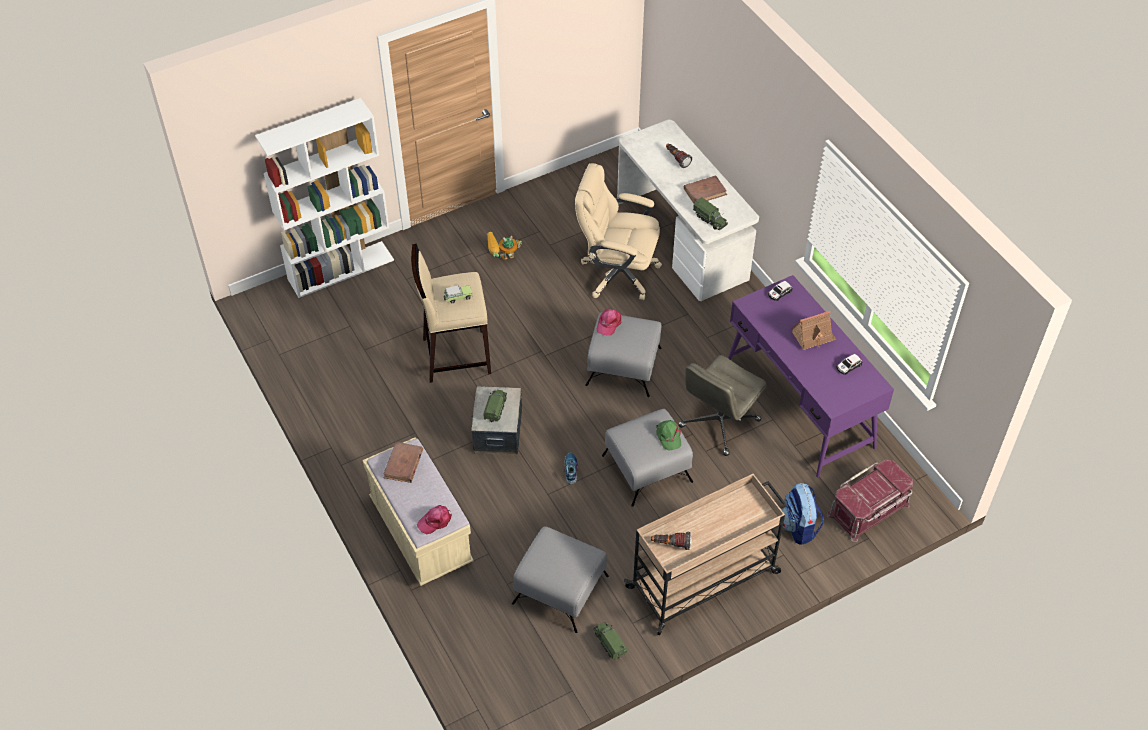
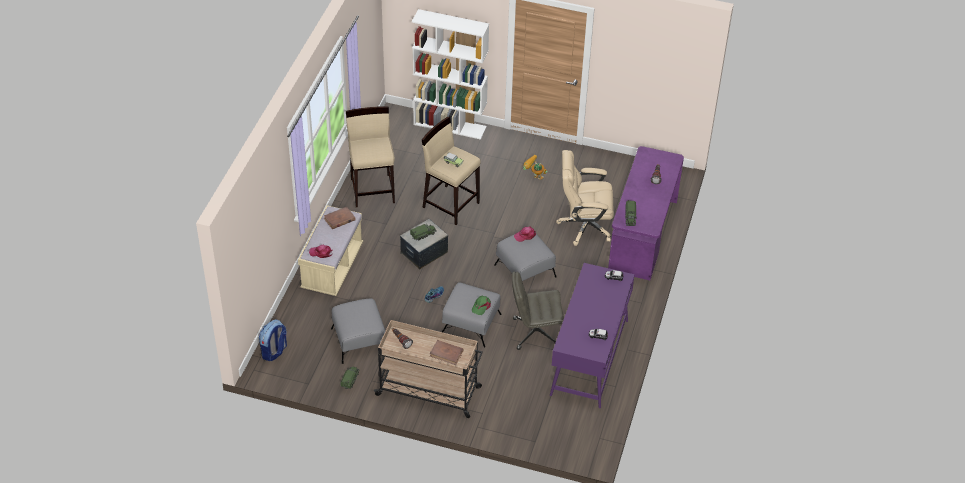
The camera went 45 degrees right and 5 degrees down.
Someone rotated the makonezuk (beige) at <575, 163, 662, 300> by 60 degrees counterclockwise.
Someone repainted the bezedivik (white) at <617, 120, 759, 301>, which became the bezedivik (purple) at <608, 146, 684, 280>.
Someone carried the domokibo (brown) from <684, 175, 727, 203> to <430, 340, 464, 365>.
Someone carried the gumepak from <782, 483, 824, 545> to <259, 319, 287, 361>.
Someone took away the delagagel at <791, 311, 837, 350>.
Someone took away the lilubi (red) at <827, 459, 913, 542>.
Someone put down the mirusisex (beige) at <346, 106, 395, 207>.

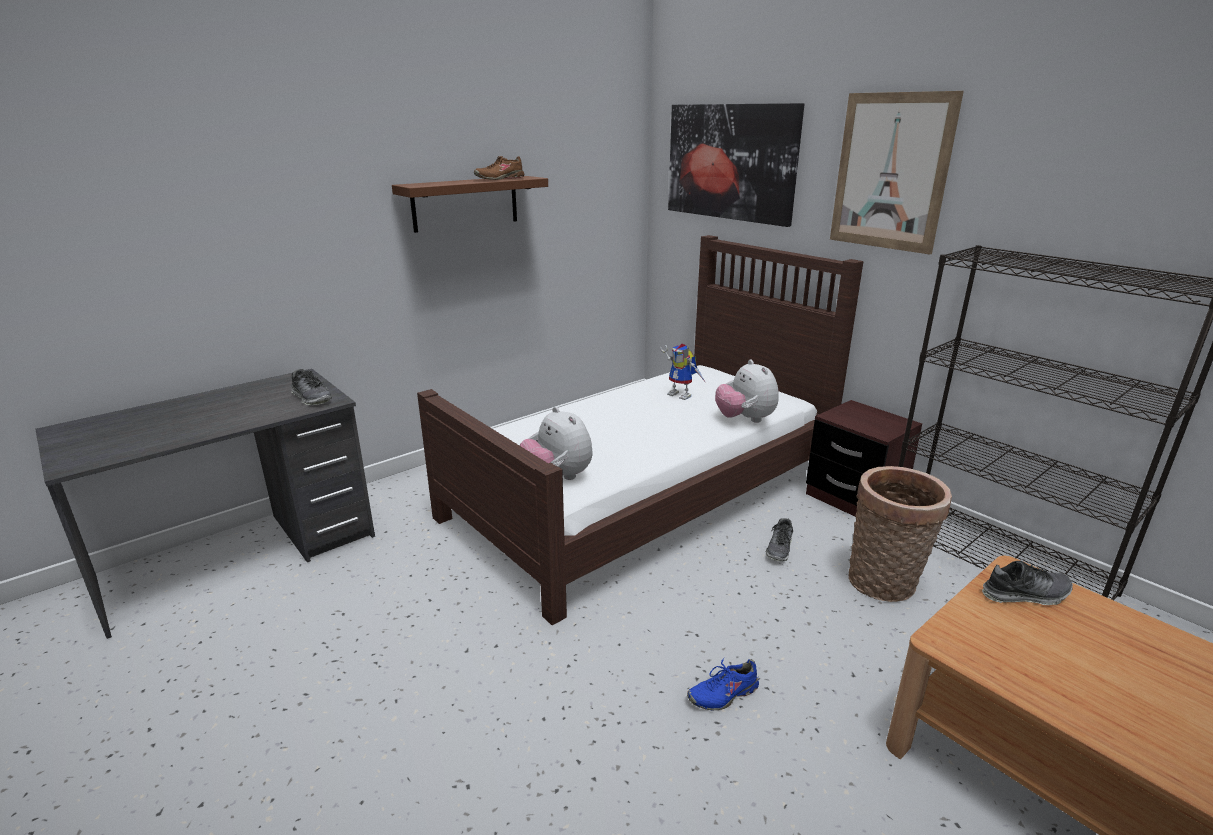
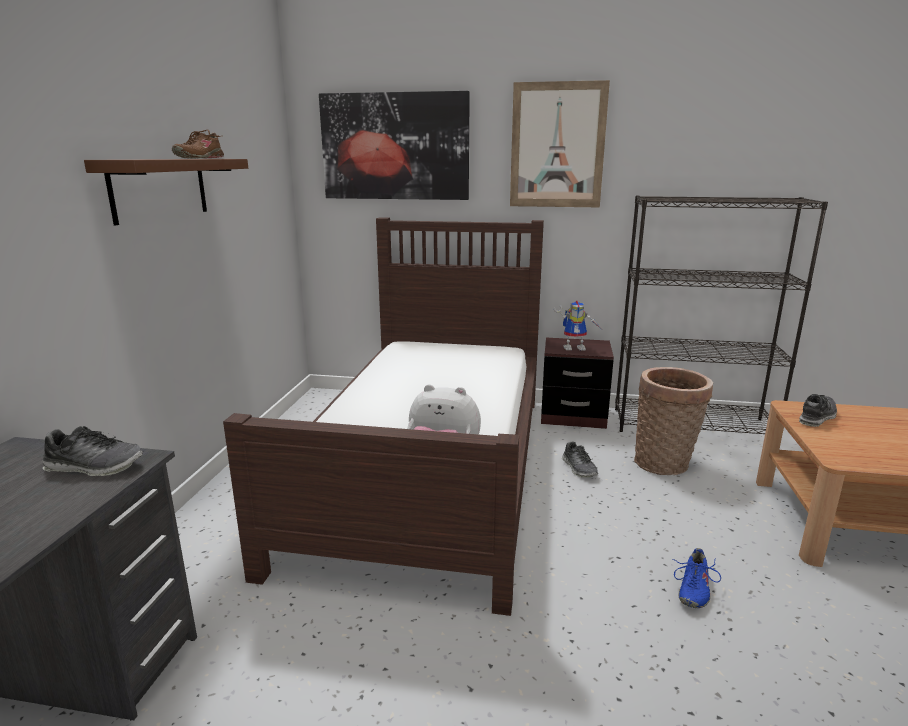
The camera went 40 degrees left and 5 degrees down.
Someone carried the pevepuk from <660, 344, 705, 400> to <554, 301, 601, 350>.
Someone took away the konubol at <715, 359, 779, 423>.

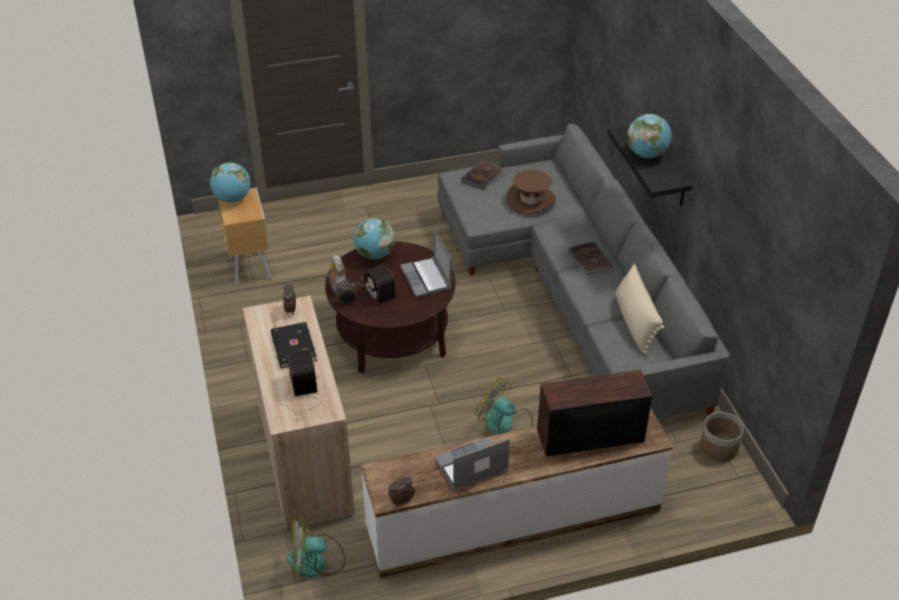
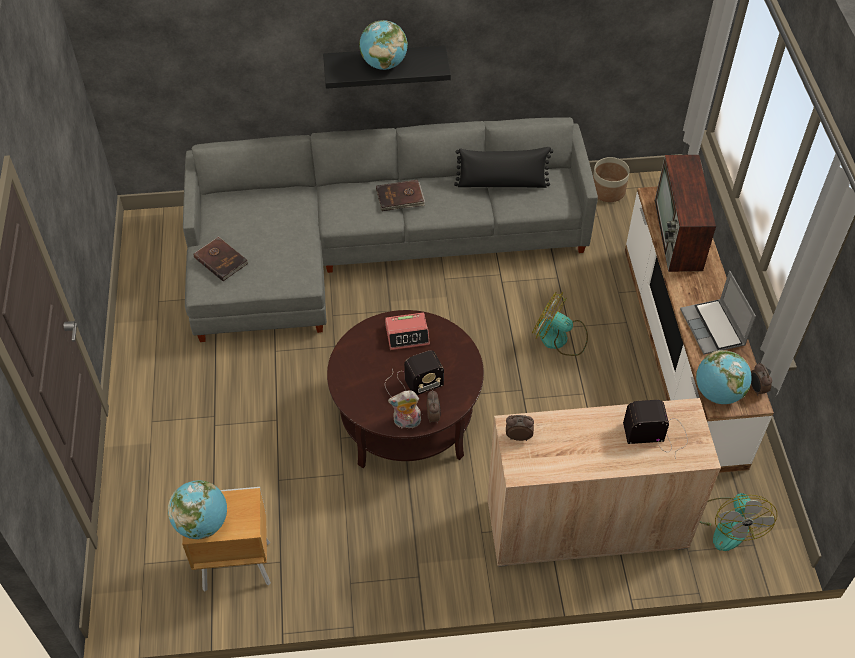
The camera went 80 degrees left and 10 degrees up.
Someone took away the domokibo (black) at <271, 322, 317, 368>.
Someone carried the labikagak from <353, 218, 395, 259> to <696, 350, 752, 404>.
Someone swapped the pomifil at <400, 229, 452, 297> for the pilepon at <385, 313, 430, 350>.
Someone rotated the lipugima at <475, 377, 533, 434> by 75 degrees clockwise.
Someone took away the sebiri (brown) at <507, 169, 556, 214>.
Someone repainted the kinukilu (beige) at <615, 265, 664, 354>, which became the kinukilu (black) at <454, 147, 553, 188>.

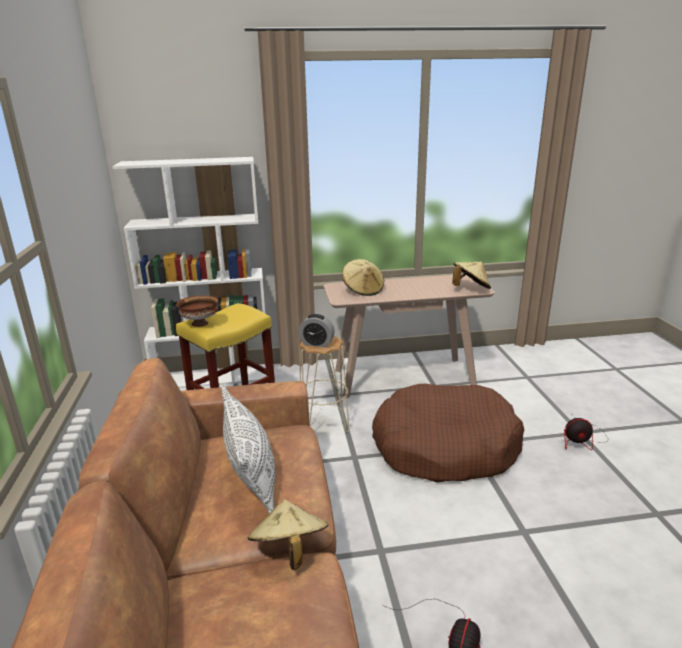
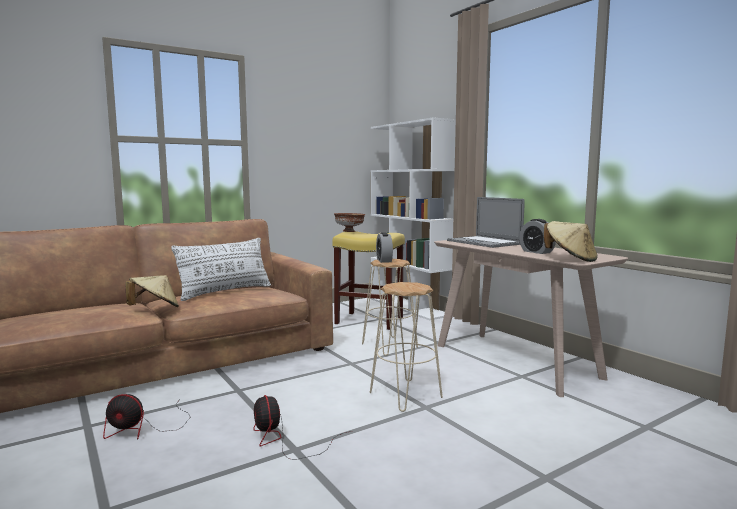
The camera went 65 degrees right and 15 degrees down.
Someone swapped the sebiri (beige) at <342, 259, 384, 296> for the pomifil at <447, 197, 525, 248>.
Someone swapped the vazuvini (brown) at <372, 384, 524, 482> for the mirusisex (beige) at <370, 282, 443, 412>.
Someone carried the lipugima from <564, 415, 608, 450> to <253, 395, 352, 459>.
Someone put down the pilepon at <520, 219, 556, 254>.

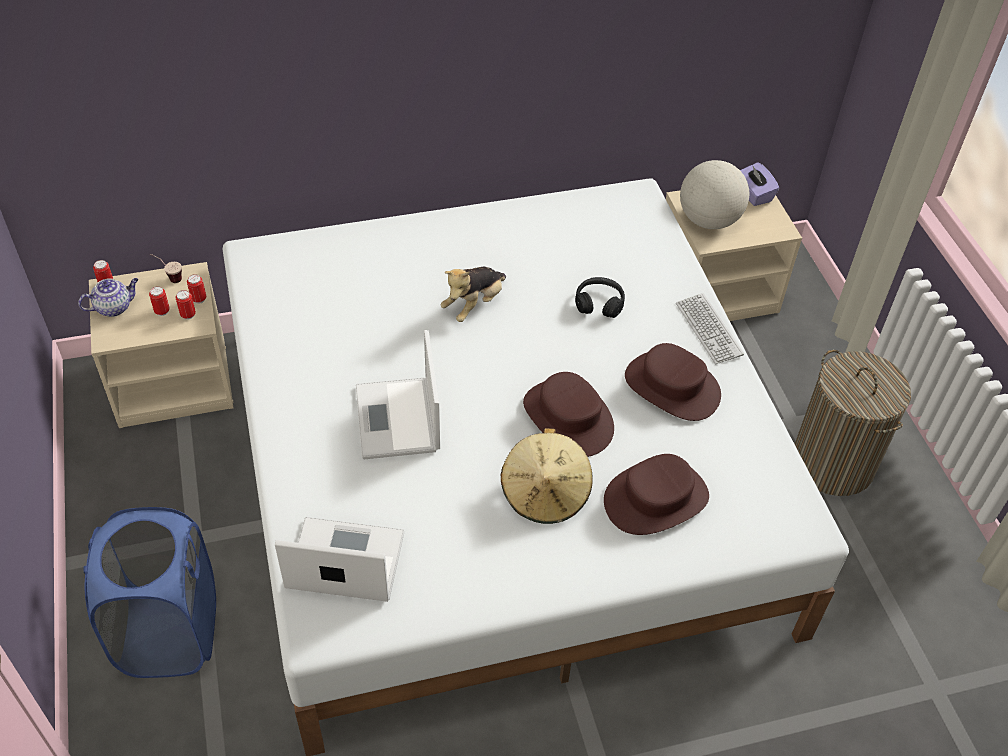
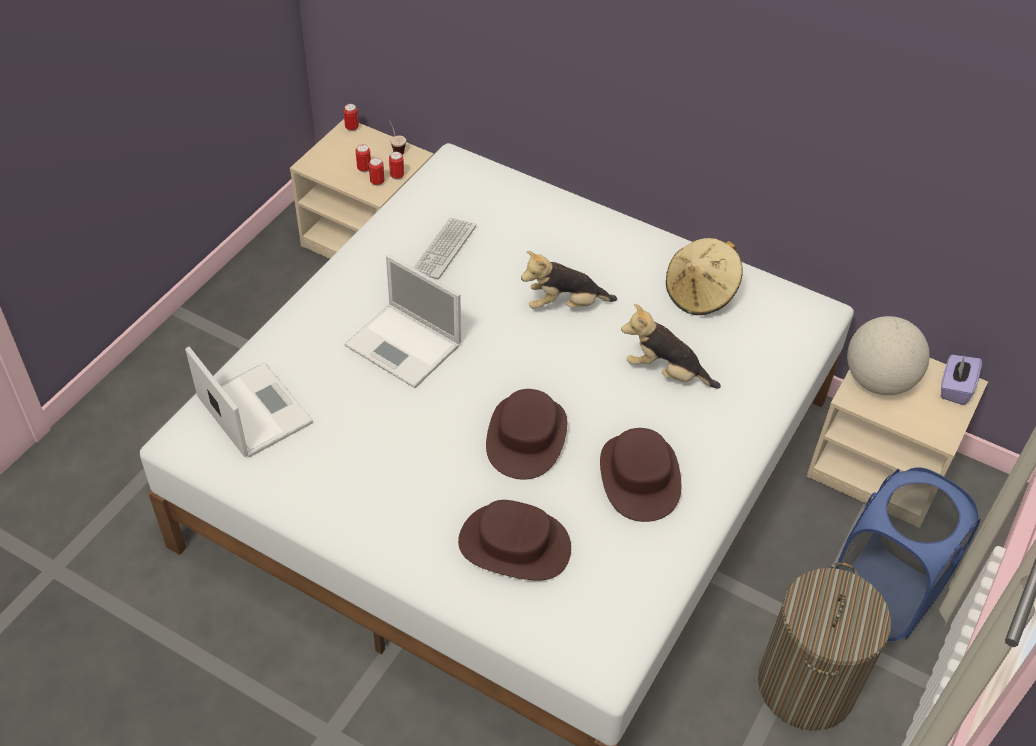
The camera went 45 degrees right and 0 degrees up.
Someone took away the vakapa at <78, 278, 138, 317>.
Someone carried the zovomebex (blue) from <83, 507, 216, 678> to <835, 467, 980, 641>.
Someone rotated the pomifil at <356, 330, 440, 459> by 90 degrees counterclockwise.
Someone carried the sebiri (beige) from <501, 428, 593, 524> to <666, 238, 743, 315>.
Someone swapped the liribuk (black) at <575, 277, 625, 318> for the konubol at <621, 304, 721, 389>.
Someone carried the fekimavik from <676, 293, 744, 364> to <413, 218, 476, 279>.

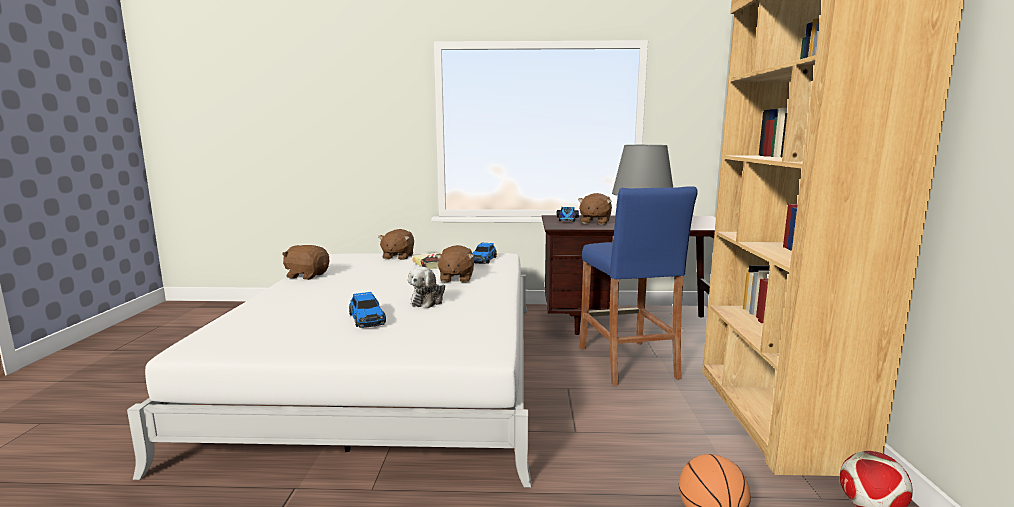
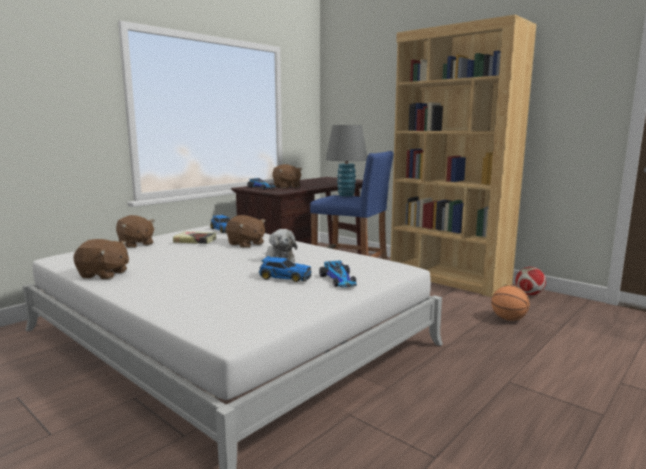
The camera went 50 degrees left and 0 degrees up.
Someone rotated the konubol (brown) at <282, 245, 329, 280> by 135 degrees counterclockwise.
Someone put down the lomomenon at <319, 260, 357, 287>.

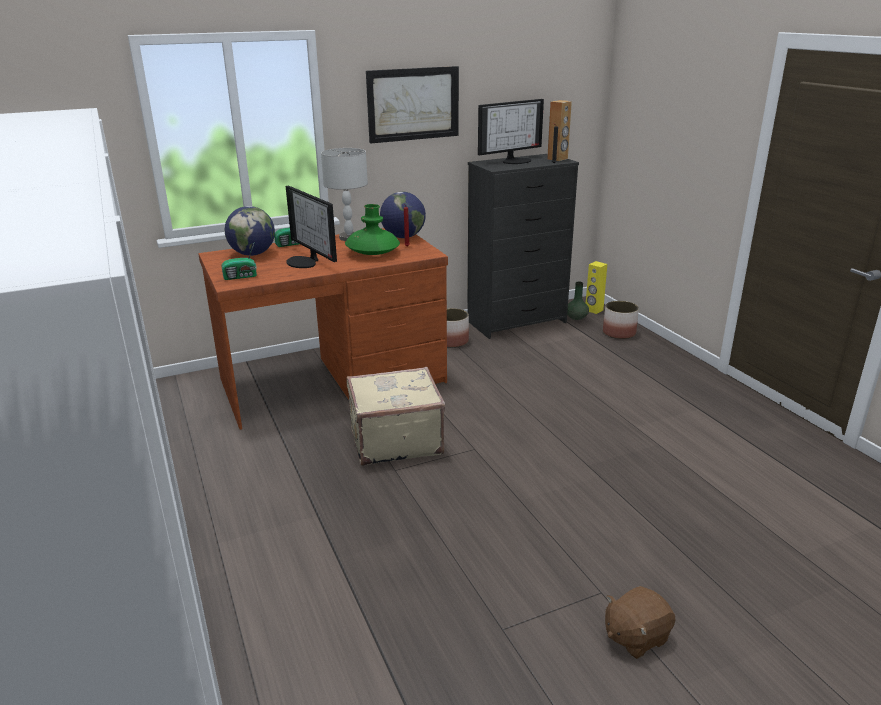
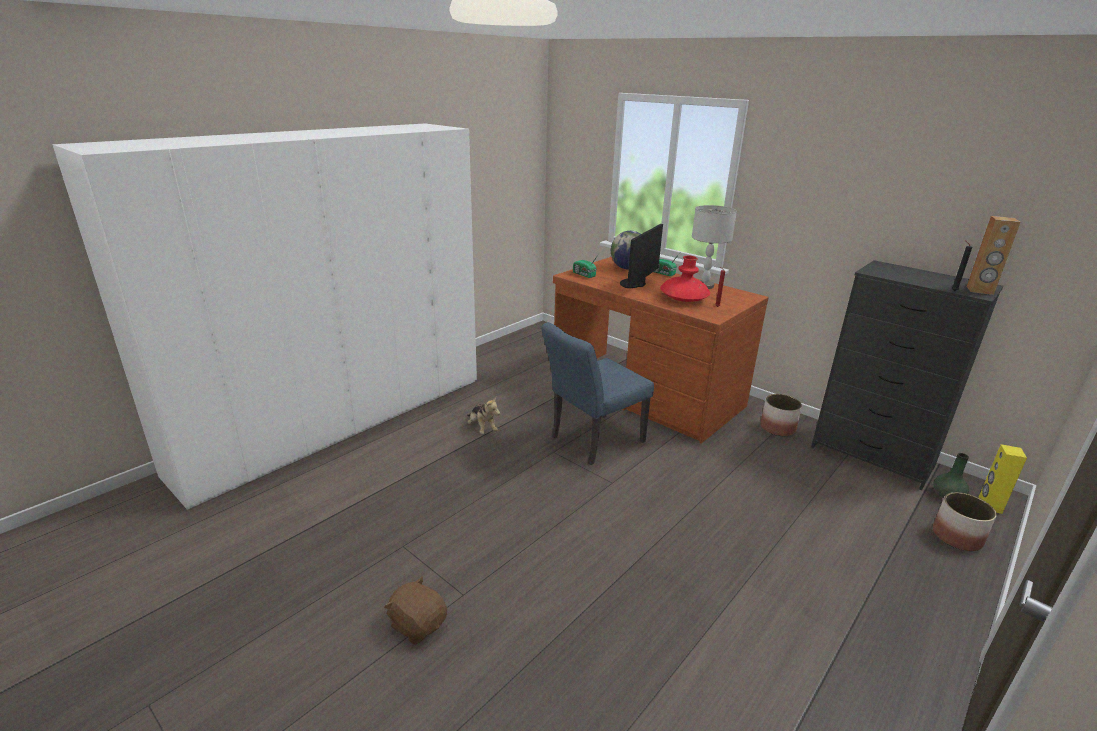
The camera went 65 degrees right and 0 degrees up.
Someone repainted the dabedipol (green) at <345, 204, 400, 255>, which became the dabedipol (red) at <660, 256, 710, 302>.
Someone swapped the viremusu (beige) at <346, 367, 445, 466> for the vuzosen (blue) at <541, 322, 654, 465>.
Someone took away the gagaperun at <366, 66, 459, 143>.
Someone took away the labikagak at <380, 192, 426, 238>.
Someone took away the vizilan at <478, 99, 544, 164>.
Someone put down the konubol at <467, 397, 500, 434>.

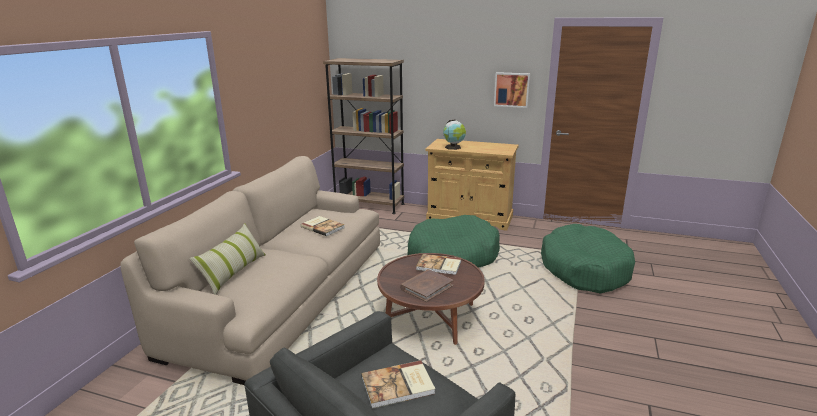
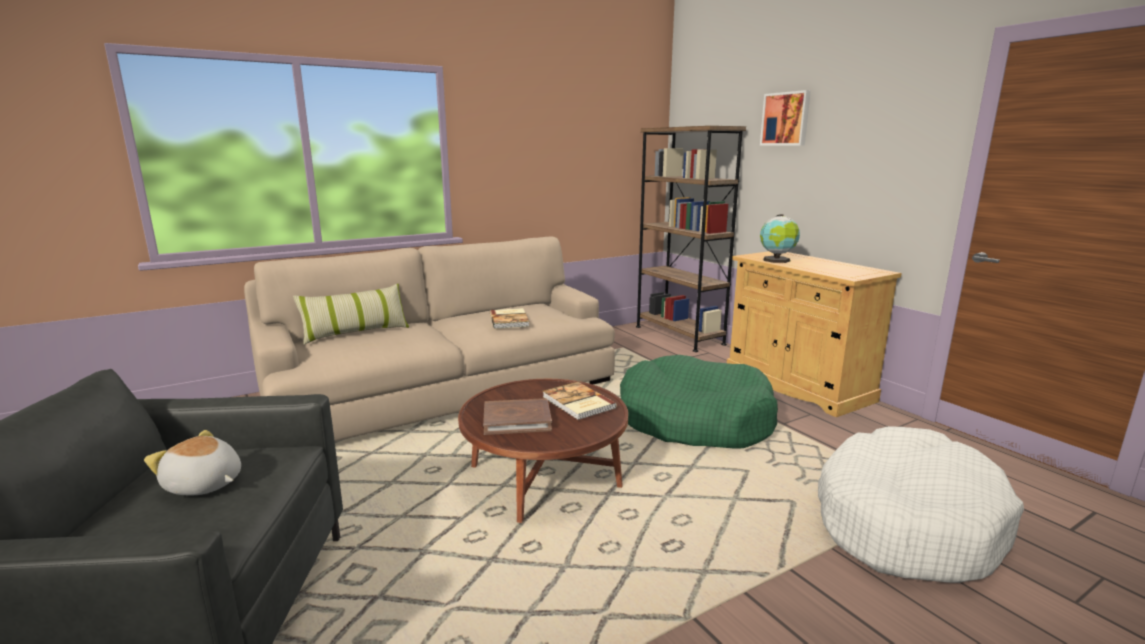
The camera went 40 degrees right and 5 degrees down.
Someone swapped the domokibo at <361, 360, 435, 409> for the konubol at <144, 430, 241, 495>.
Someone carried the gagaperun from <494, 72, 530, 108> to <760, 90, 811, 146>.
Someone repainted the vazuvini (green) at <541, 224, 635, 293>, which became the vazuvini (white) at <818, 426, 1024, 583>.

